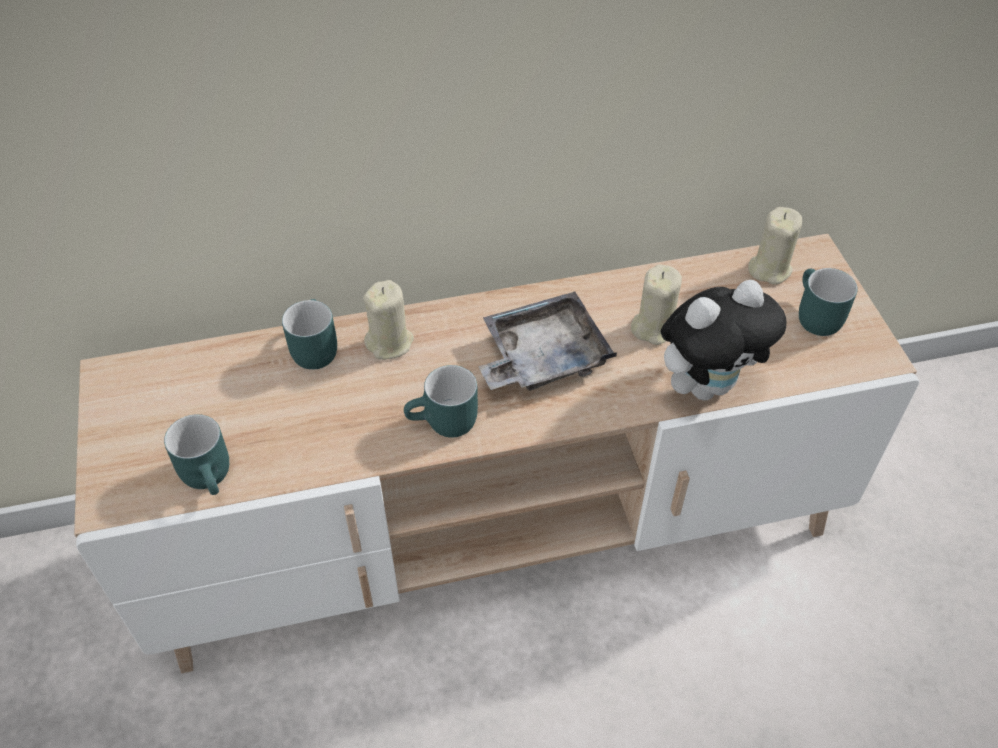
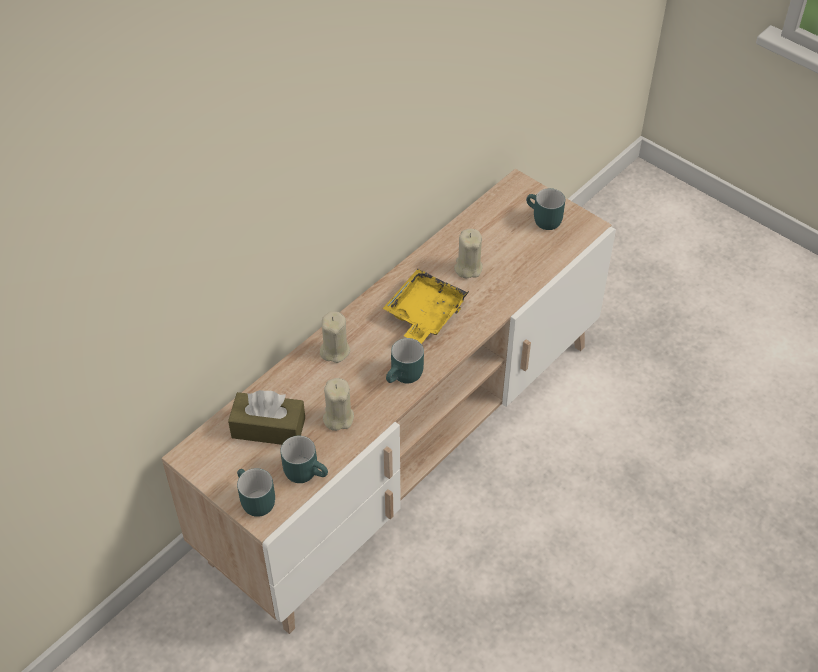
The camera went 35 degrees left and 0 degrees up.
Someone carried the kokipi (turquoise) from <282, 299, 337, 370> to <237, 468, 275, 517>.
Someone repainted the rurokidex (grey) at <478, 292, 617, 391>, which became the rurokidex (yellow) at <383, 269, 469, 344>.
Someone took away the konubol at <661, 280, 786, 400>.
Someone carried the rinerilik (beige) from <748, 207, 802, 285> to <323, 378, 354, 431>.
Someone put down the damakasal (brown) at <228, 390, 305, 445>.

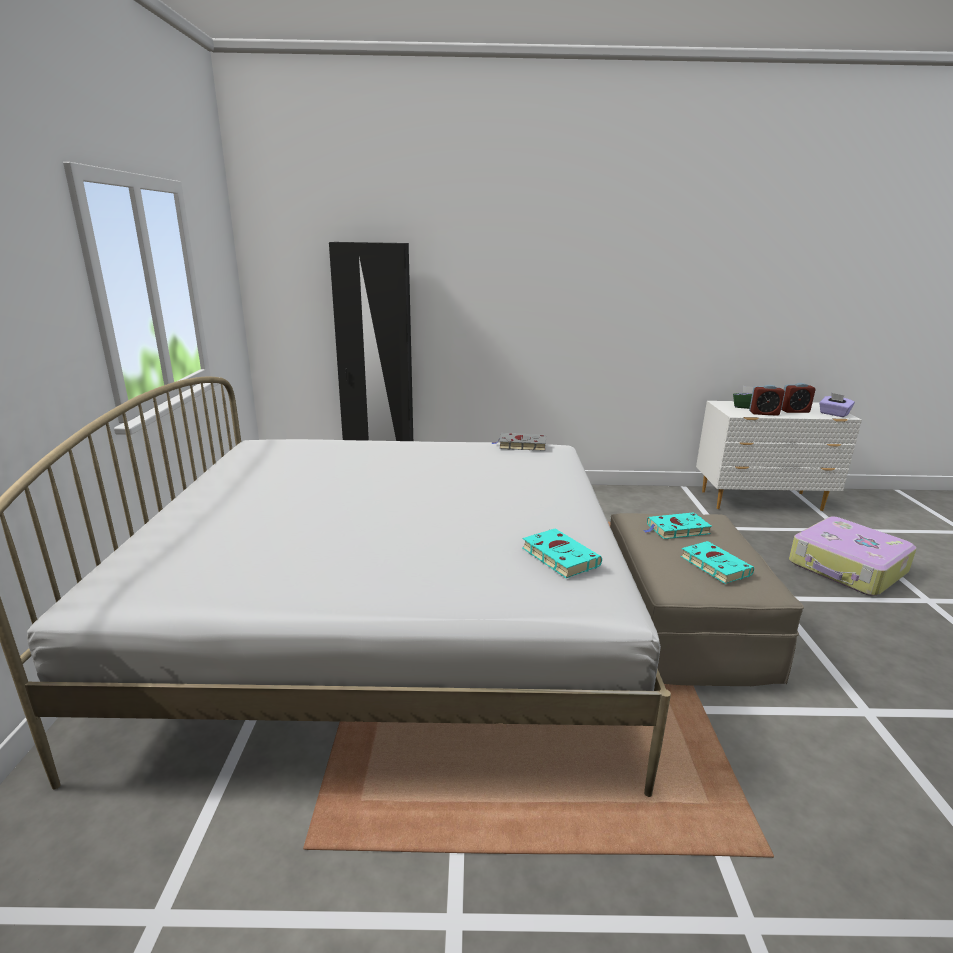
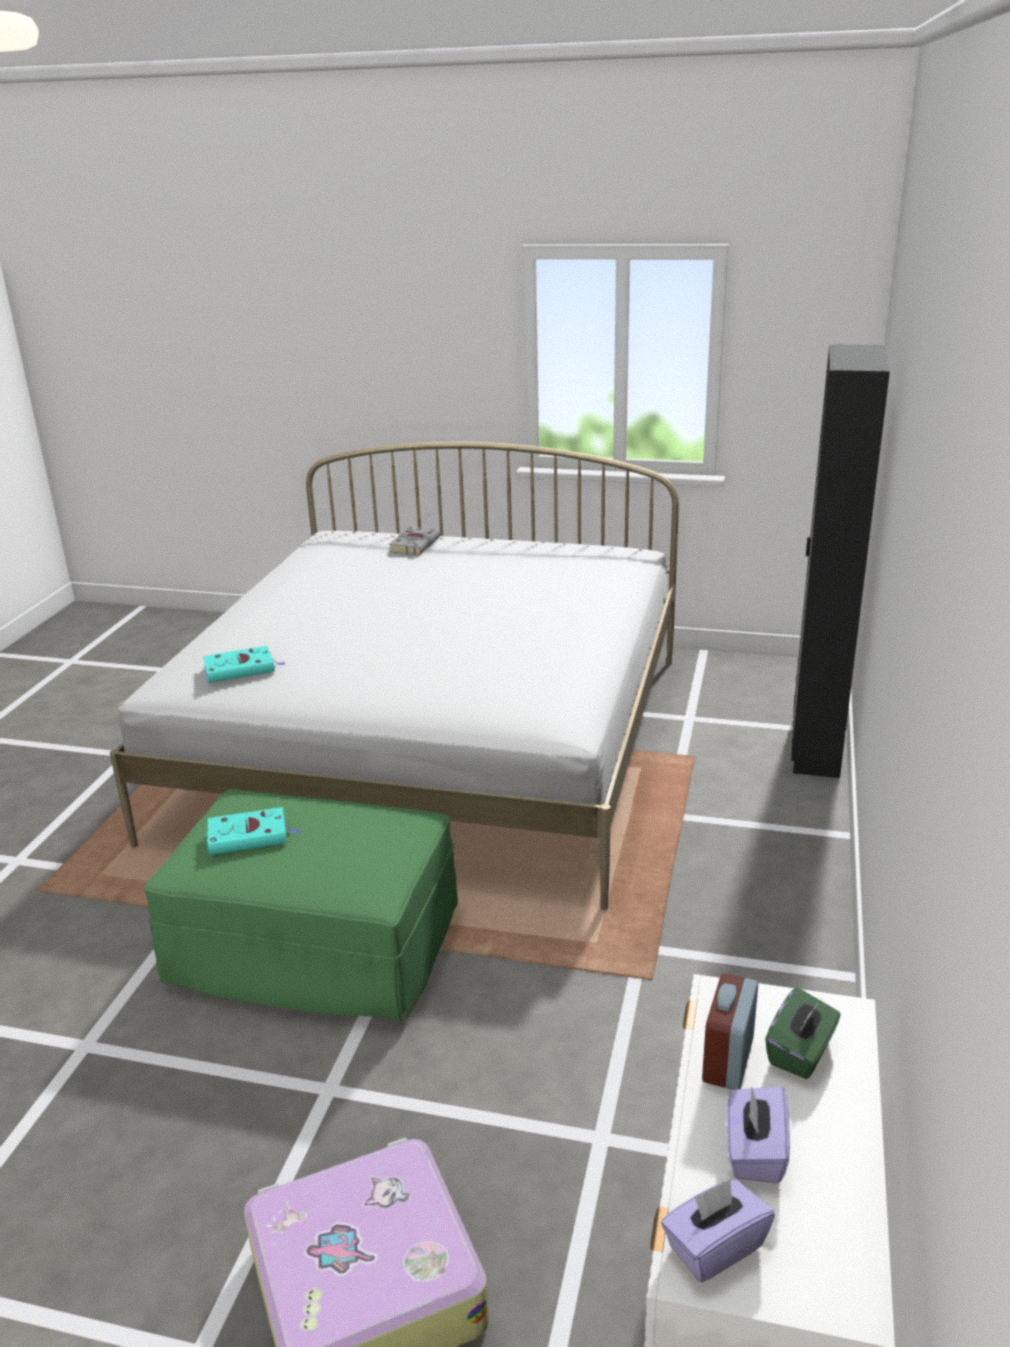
The camera went 105 degrees right and 5 degrees up.
Someone carried the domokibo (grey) from <492, 433, 546, 451> to <389, 527, 440, 555>.
Someone repainted the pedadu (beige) at <610, 513, 804, 686>, which became the pedadu (green) at <144, 789, 458, 1021>.
Someone took away the domokibo (turquoise) at <643, 512, 712, 539>.
Someone swapped the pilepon at <781, 383, 816, 413> for the damakasal (purple) at <727, 1086, 790, 1184>.

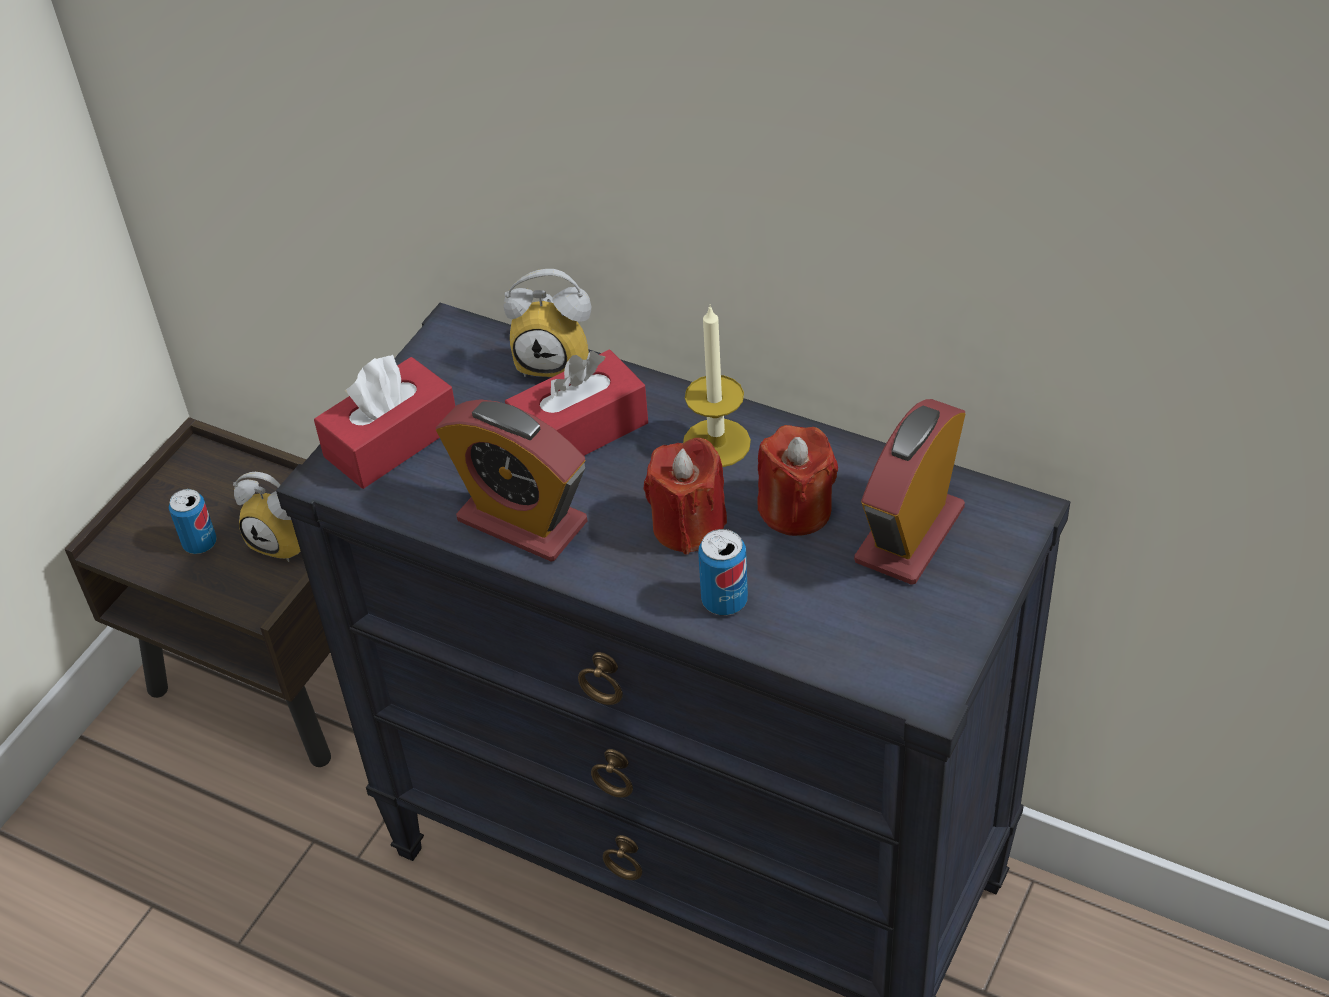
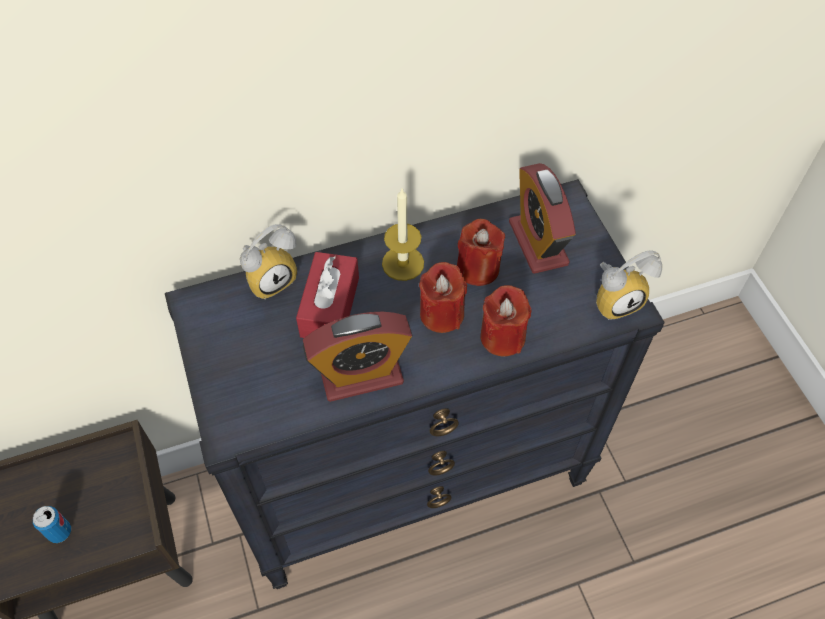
The camera went 50 degrees left and 10 degrees up.
Someone carried the pilepon from <233, 472, 301, 562> to <596, 250, 662, 320>.
Someone took away the damakasal (red) at <314, 355, 455, 489>.
Someone swapped the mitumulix at <698, 529, 748, 615> for the rinerilik (red) at <480, 285, 531, 357>.

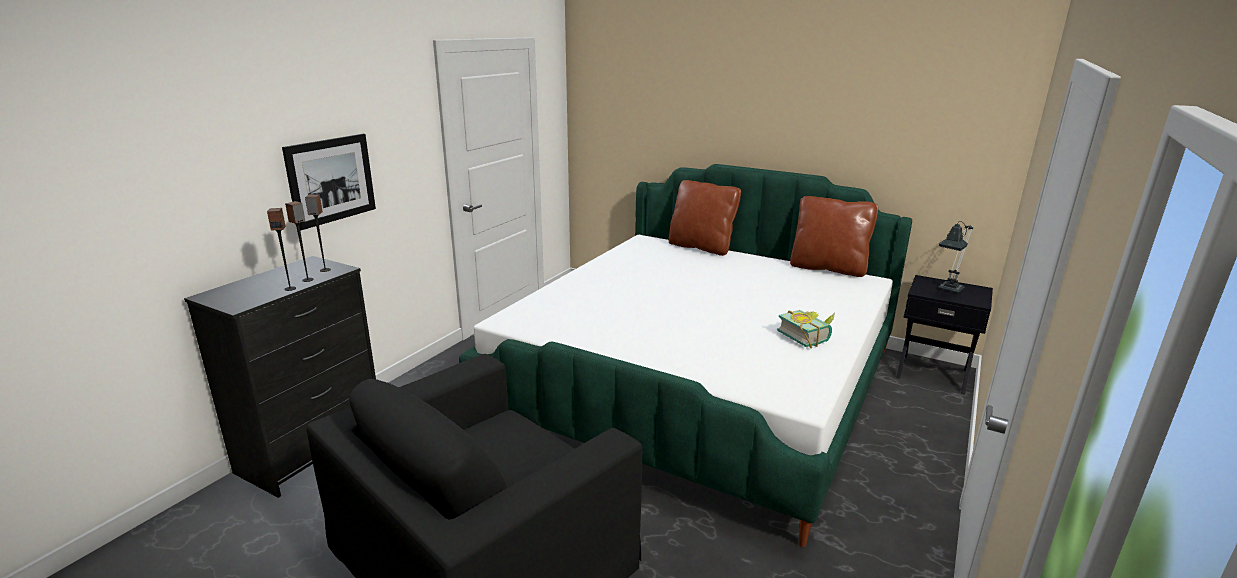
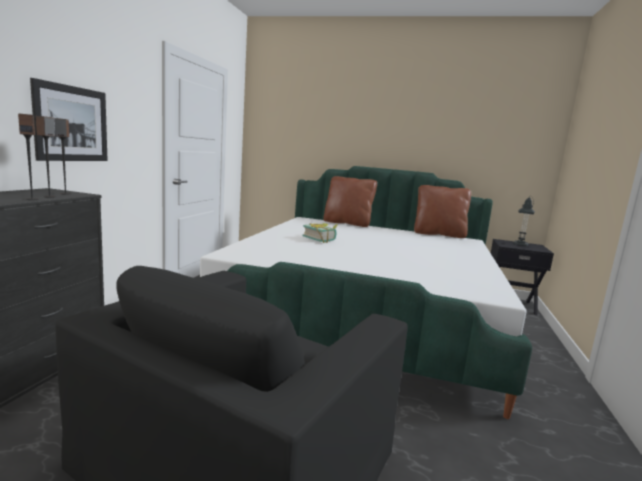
The camera went 15 degrees left and 10 degrees down.
Someone carried the domokibo from <777, 310, 835, 348> to <302, 223, 338, 243>.

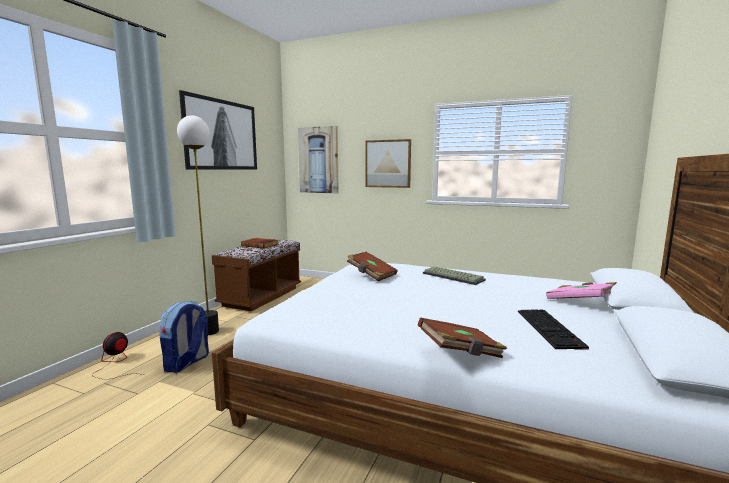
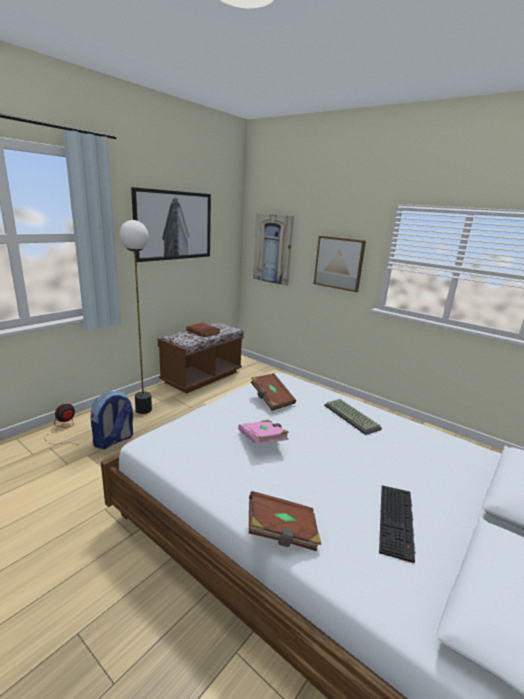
The camera went 15 degrees right and 10 degrees up.
Someone carried the domokibo (pink) from <546, 282, 617, 299> to <238, 420, 289, 444>.

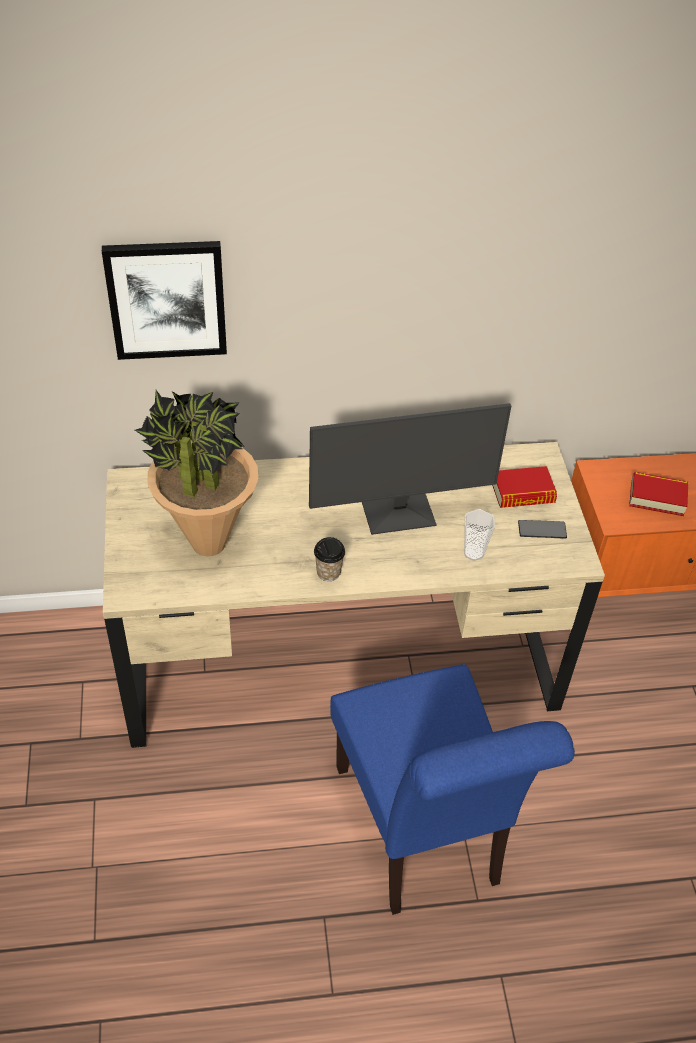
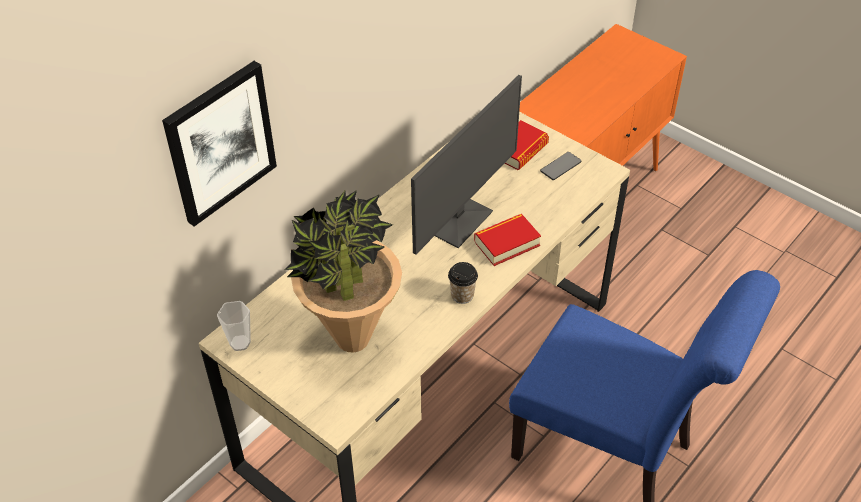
The camera went 40 degrees left and 0 degrees up.
Someone carried the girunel from <464, 509, 495, 561> to <217, 301, 251, 351>.
Someone carried the domokibo from <629, 472, 688, 516> to <474, 214, 541, 266>.

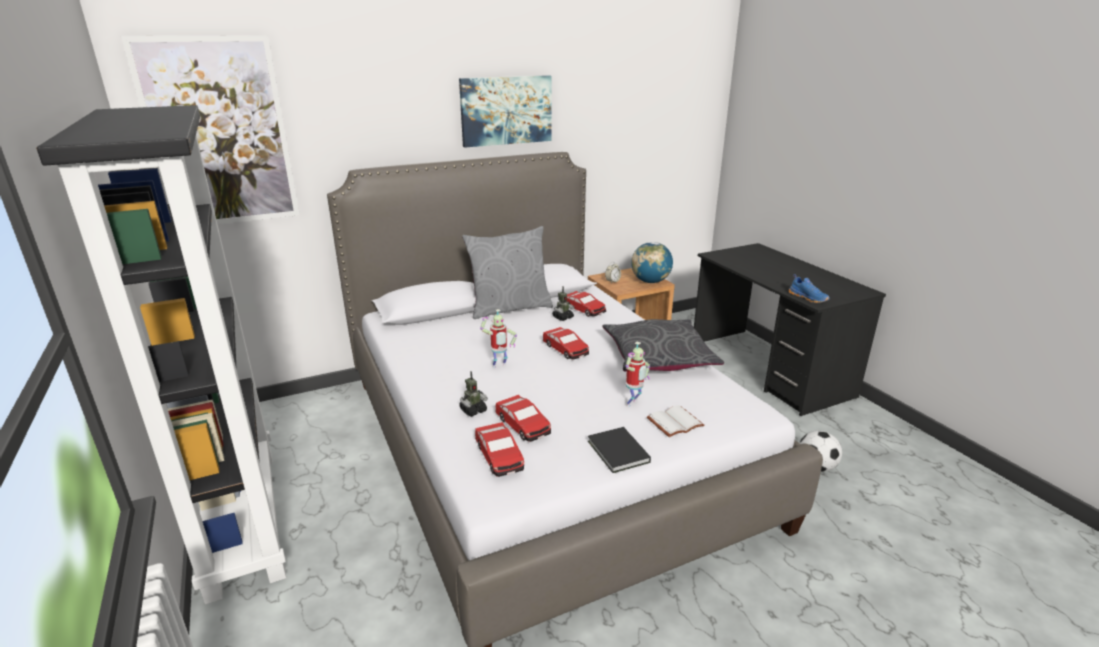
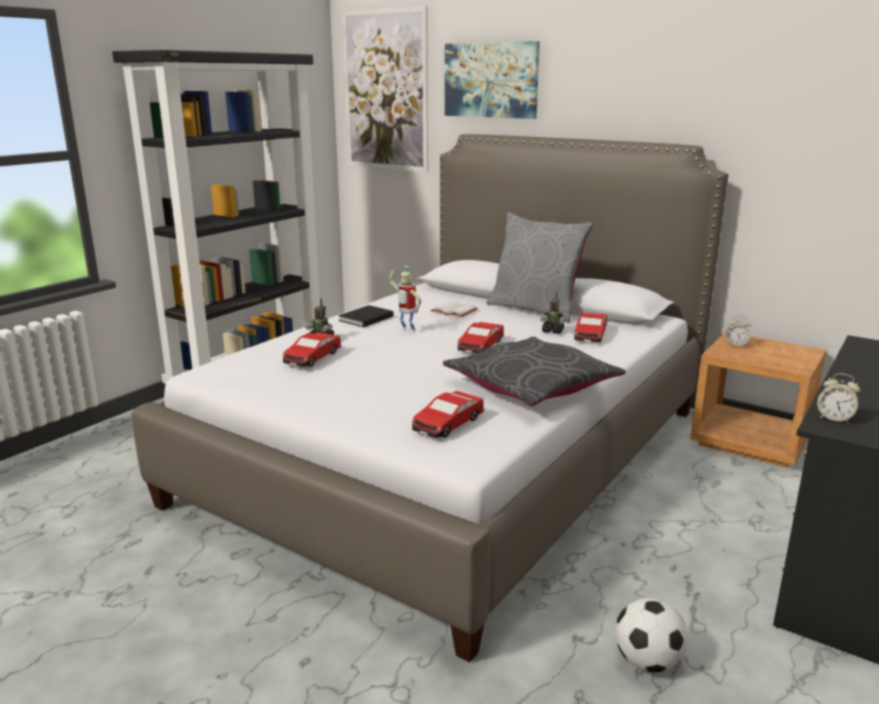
The camera went 60 degrees right and 5 degrees down.
Someone carried the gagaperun from <459, 75, 552, 147> to <445, 41, 540, 119>.
Someone carried the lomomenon from <475, 422, 524, 477> to <412, 391, 484, 438>.
Someone carried the domokibo (black) from <588, 427, 651, 473> to <338, 305, 393, 327>.
Someone took away the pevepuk at <626, 342, 650, 407>.
Someone took away the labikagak at <631, 242, 673, 283>.
Someone carried the domokibo (white) from <647, 405, 704, 437> to <431, 301, 478, 317>.
Someone swapped the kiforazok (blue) at <789, 274, 829, 303> for the pilepon at <817, 373, 861, 423>.

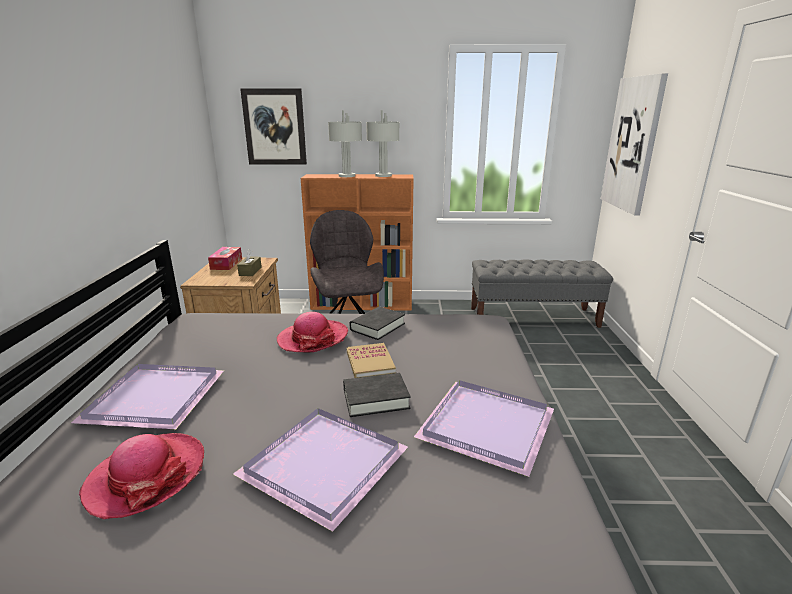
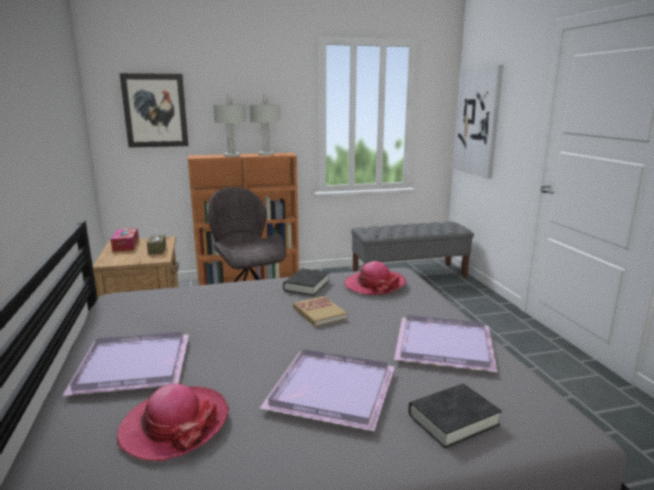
The camera went 15 degrees left and 5 degrees down.
Someone carried the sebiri from <277, 312, 348, 352> to <344, 261, 407, 295>.
Someone carried the domokibo (black) from <343, 373, 411, 417> to <408, 384, 502, 448>.

